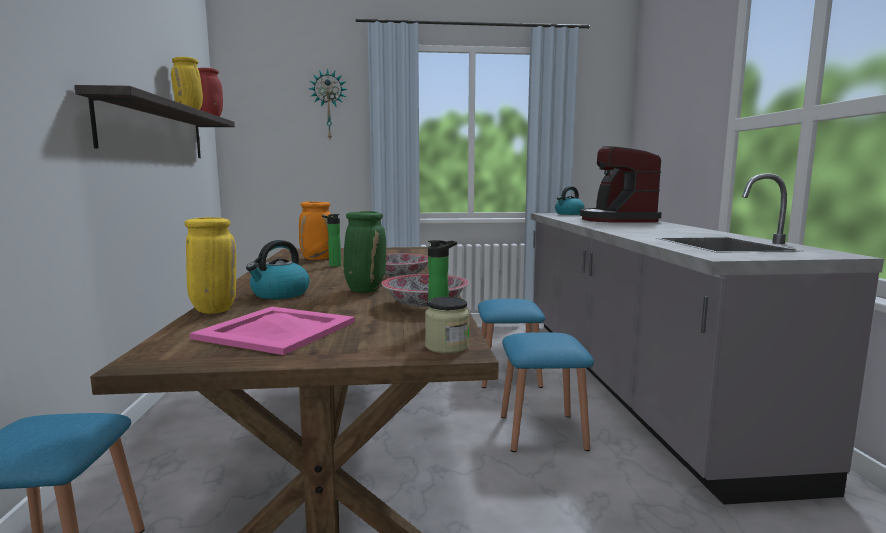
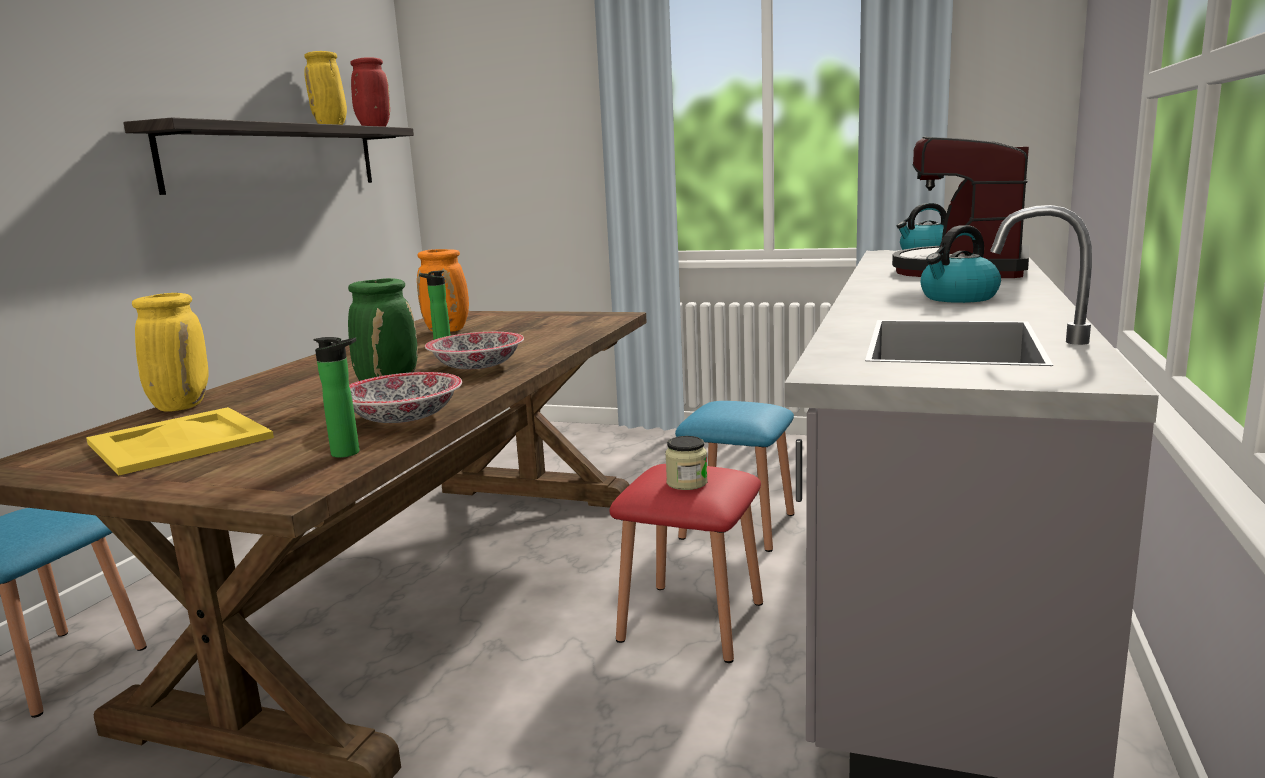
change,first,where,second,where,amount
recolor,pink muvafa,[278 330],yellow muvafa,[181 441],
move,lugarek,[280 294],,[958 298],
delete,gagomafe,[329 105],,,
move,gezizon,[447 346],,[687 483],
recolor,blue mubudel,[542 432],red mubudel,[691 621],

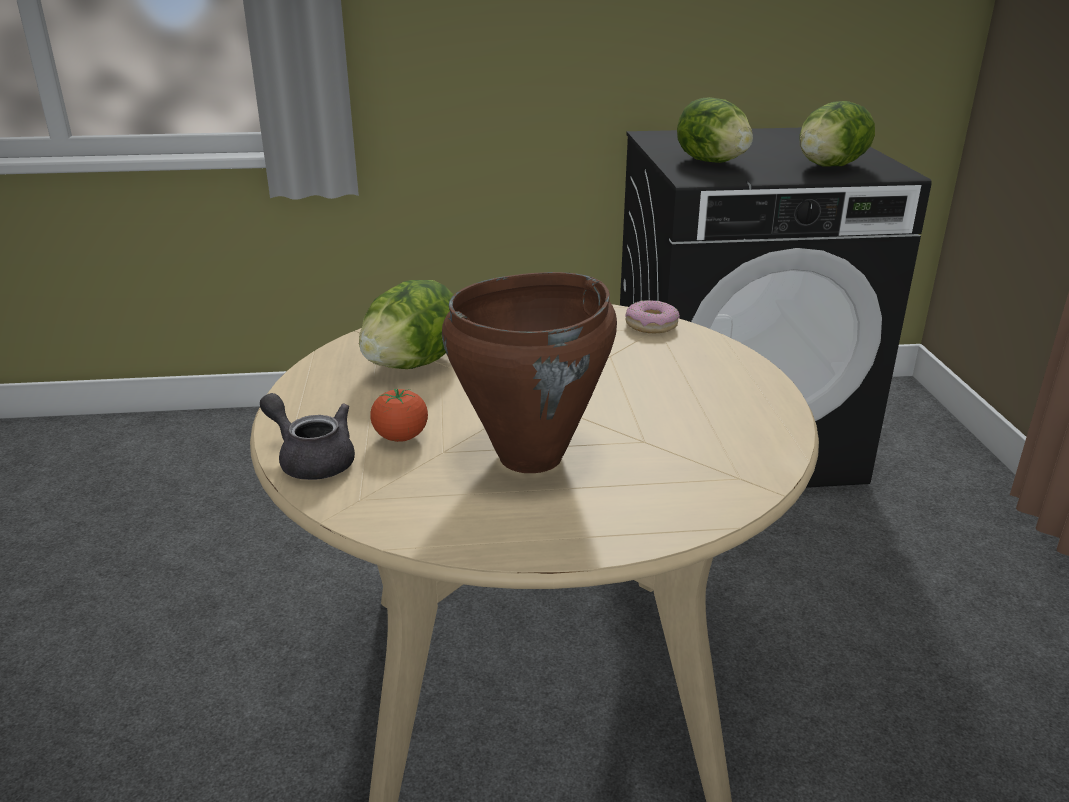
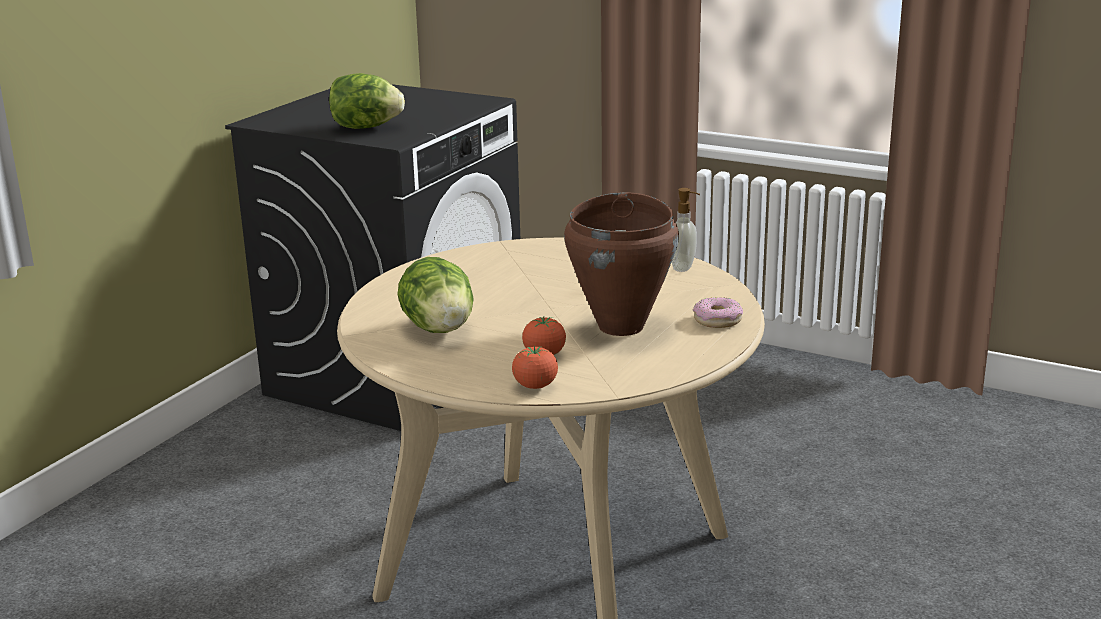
change,first,where,second,where,amount
replace,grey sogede,[312 459],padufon,[535 386],
move,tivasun,[651 325],,[717 320],
delete,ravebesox,[830 166],,,
insert,,,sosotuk,[684 267],

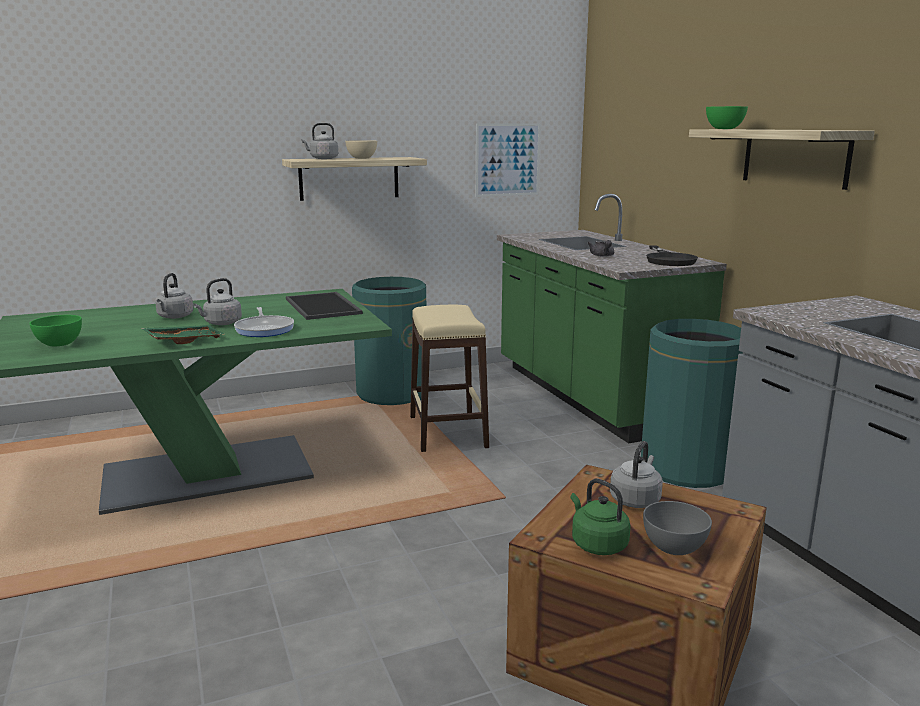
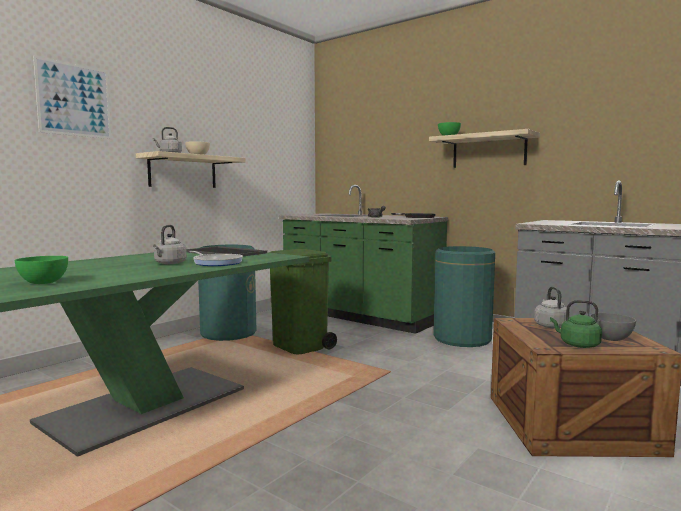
change,first,where,second,where,amount
delete,green muvafa,[184 341],,,
delete,grey lugarek,[174 317],,,
replace,beige mubudel,[448 432],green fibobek,[300 346],
move,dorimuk,[507 160],,[74 100],

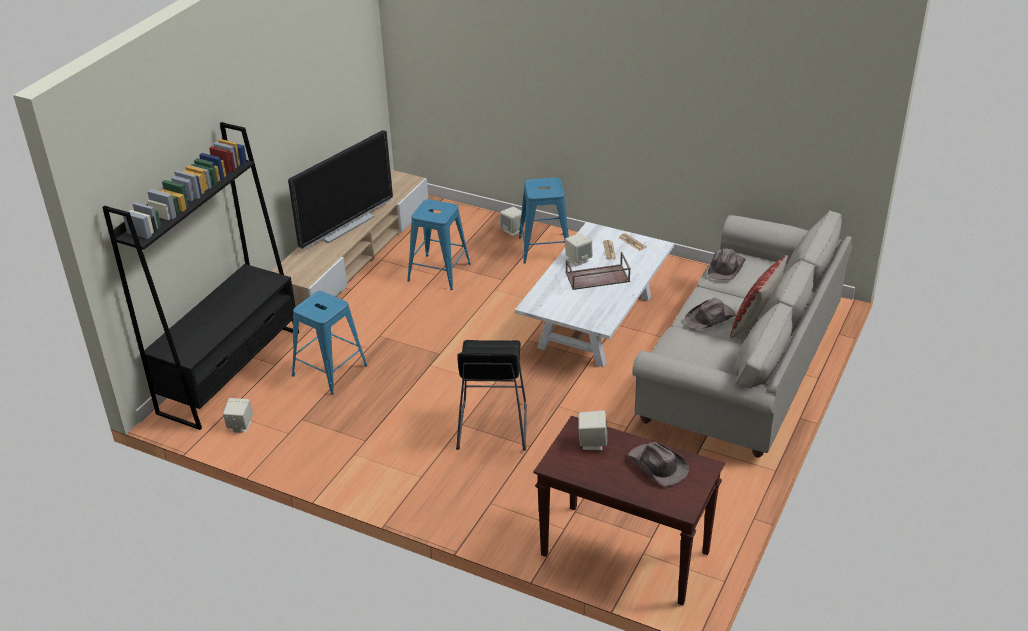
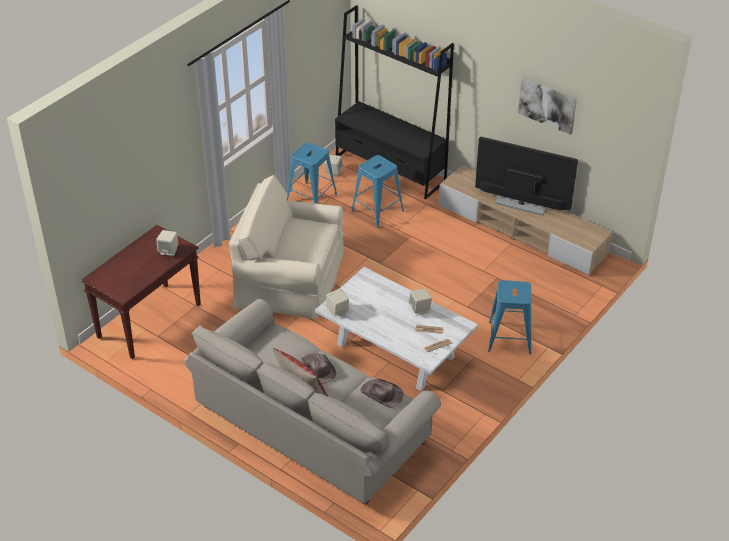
change,first,where,second,where,amount
rotate,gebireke,[345 226],,[521 204],150 degrees clockwise
move,blue mubudel,[438 272],,[311 198],
replace,black mubudel,[492 428],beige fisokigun,[290 279],
move,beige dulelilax,[512 230],,[337 311],
delete,brown muvafa,[597 278],,,
delete,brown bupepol,[658 466],,,
insert,,,dorimuk,[547 105],

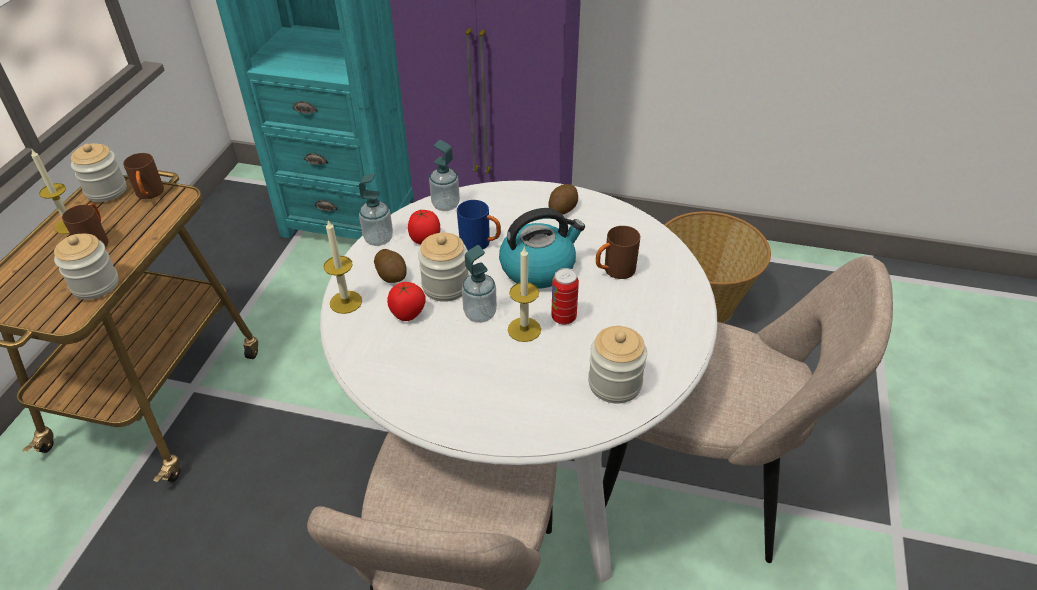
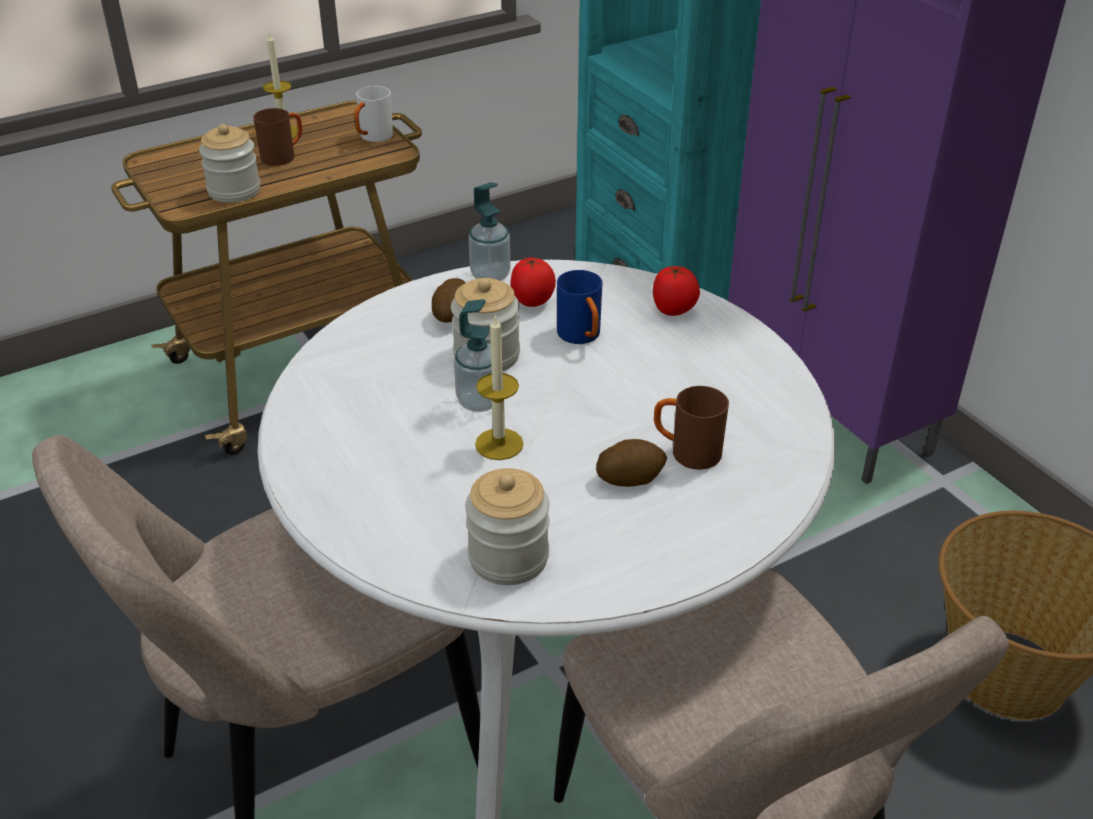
change,first,where,second,where,amount
delete,gezizon,[106 191],,,
recolor,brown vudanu,[150 195],white vudanu,[373 138],
delete,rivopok,[346 302],,,
move,padufon,[408 314],,[674 310],
delete,sosotuk,[446 205],,,
delete,lugarek,[538 267],,,
move,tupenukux,[562 208],,[630 478],
delete,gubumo,[563 317],,,

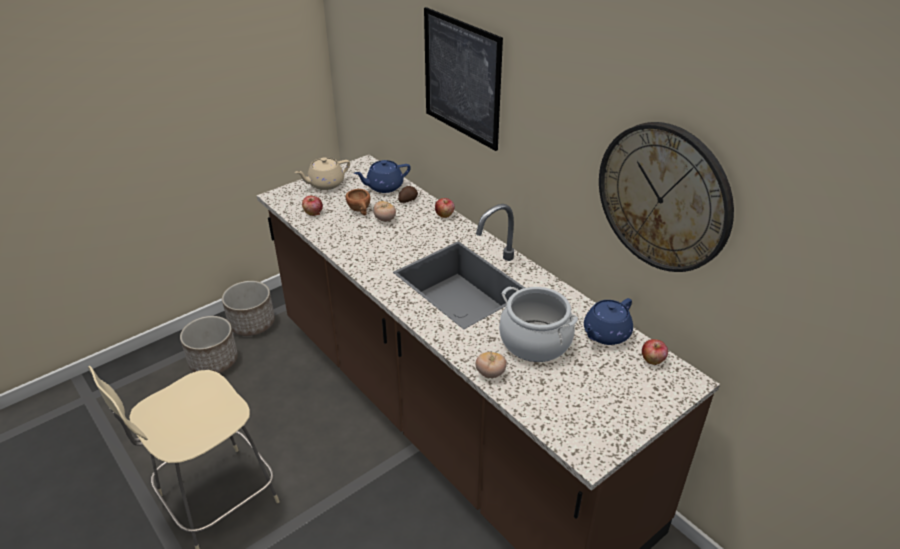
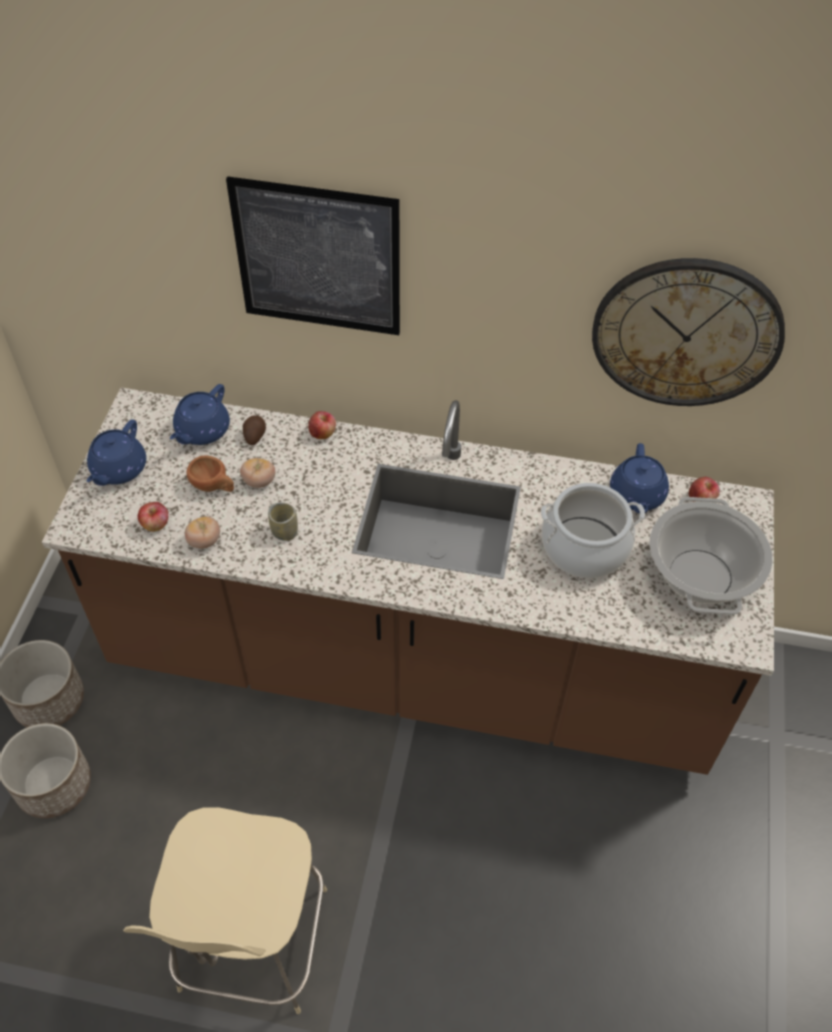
change,first,where,second,where,amount
recolor,beige sogede,[325 184],blue sogede,[118 470],
move,padufon,[490 373],,[204 541],
insert,,,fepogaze,[284 532],
insert,,,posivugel,[700 576],

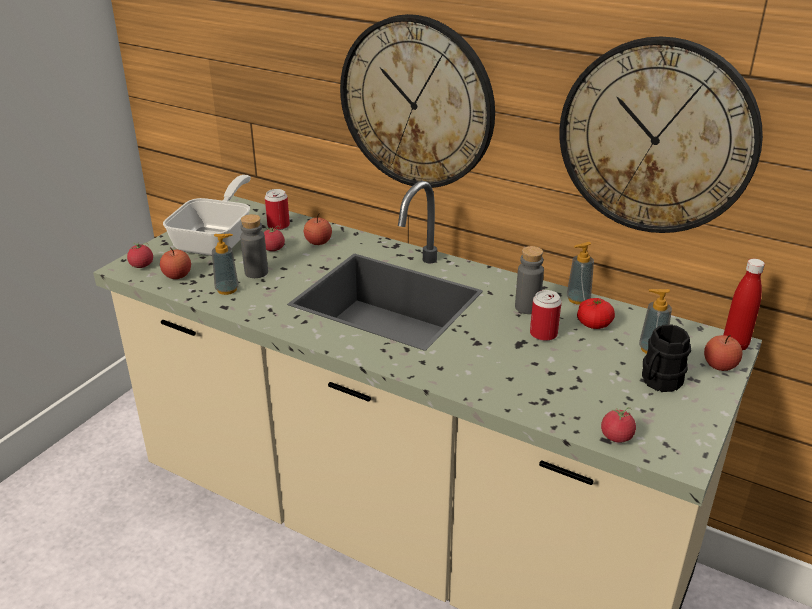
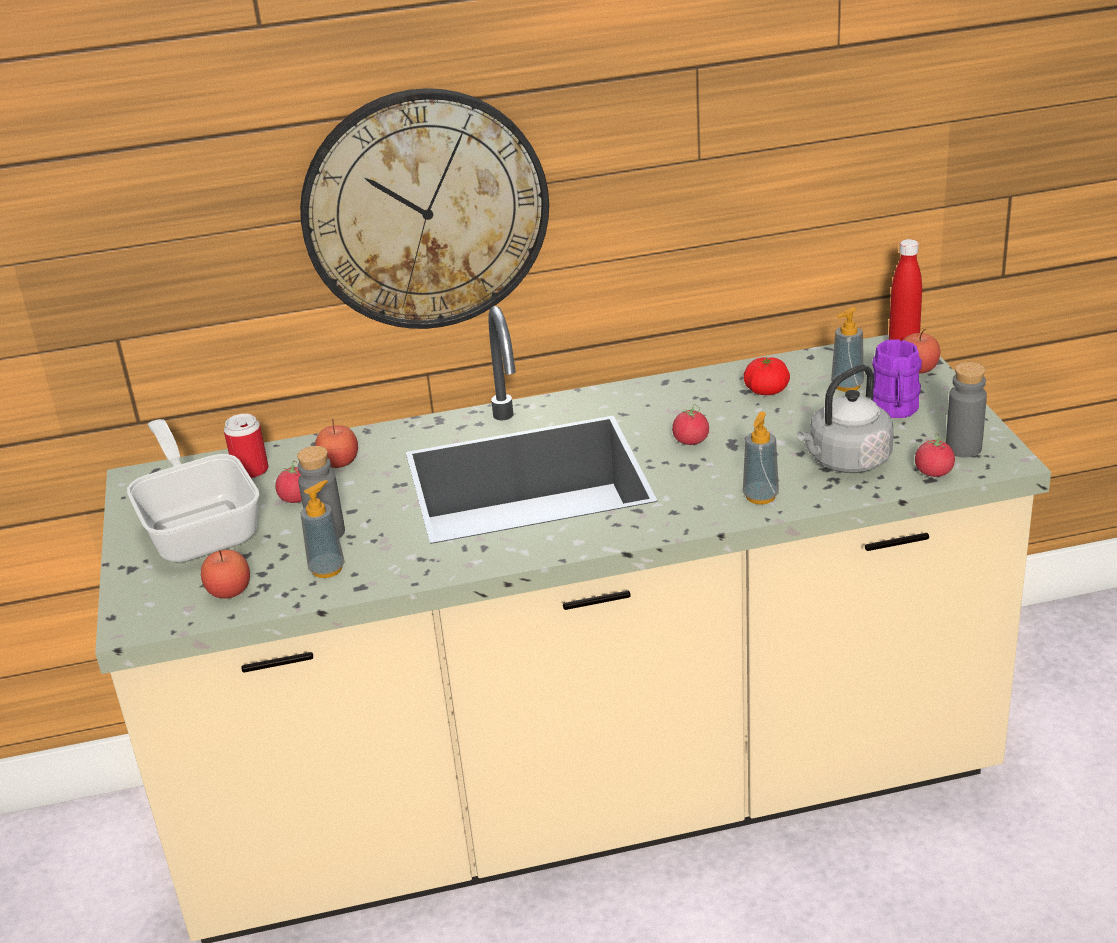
change,first,where,second,where,amount
move,padufon,[142 265],,[691 441],
move,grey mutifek,[527 307],,[963 448],
delete,gubumo,[543 334],,,
delete,gagomafe,[656 137],,,
move,sosotuk,[578 299],,[760 496],
recolor,black vudanu,[658 382],purple vudanu,[895 410],
insert,,,grey lugarek,[846 462],

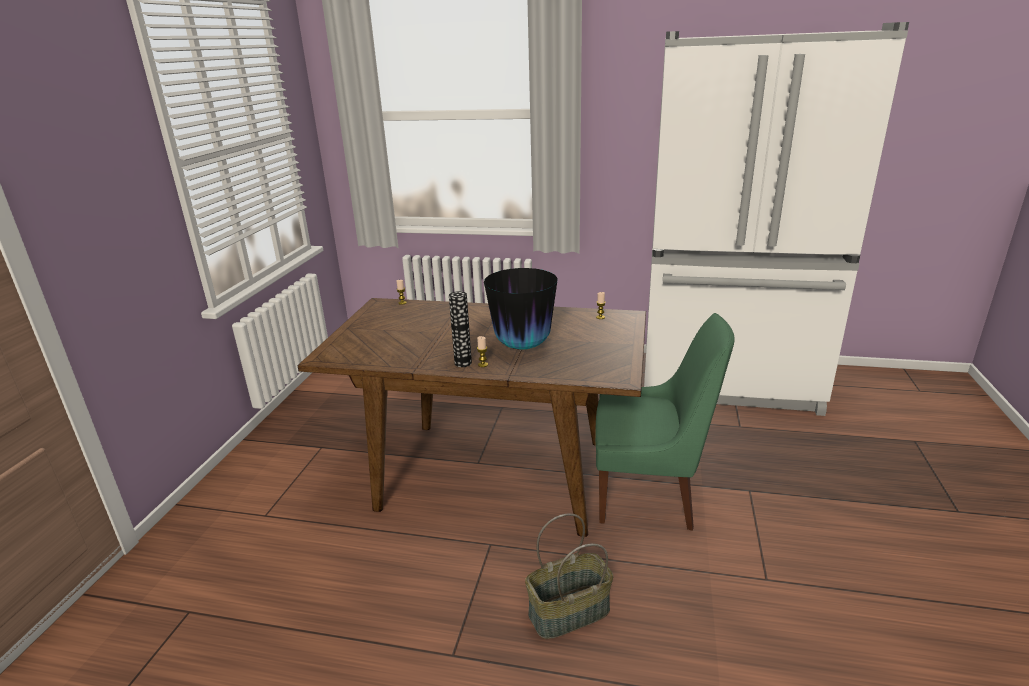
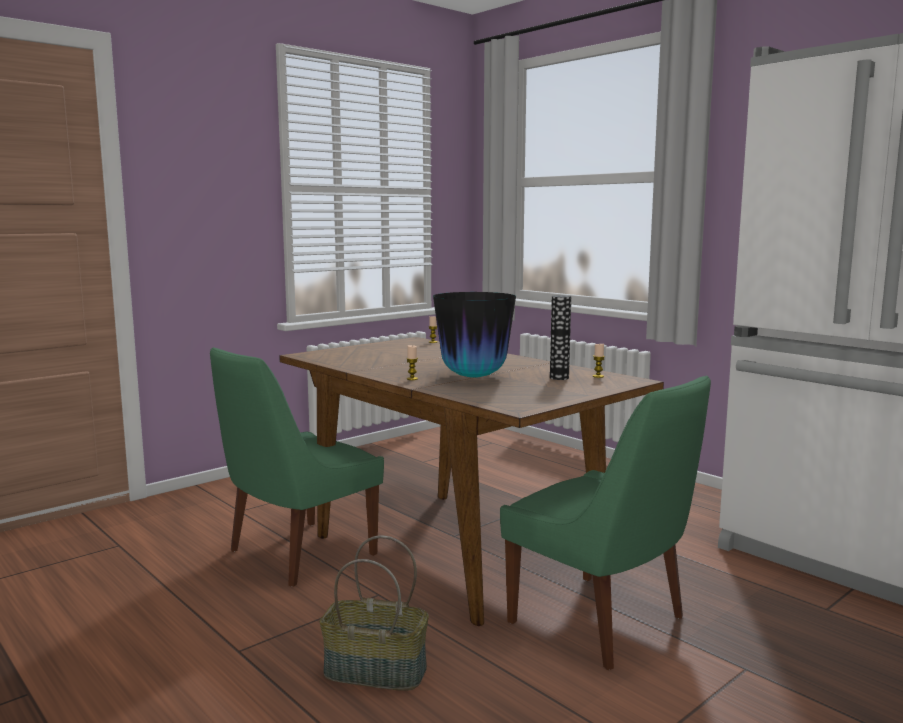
change,first,where,second,where,amount
move,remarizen,[463 363],,[559 378],
insert,,,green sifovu,[297 554],

